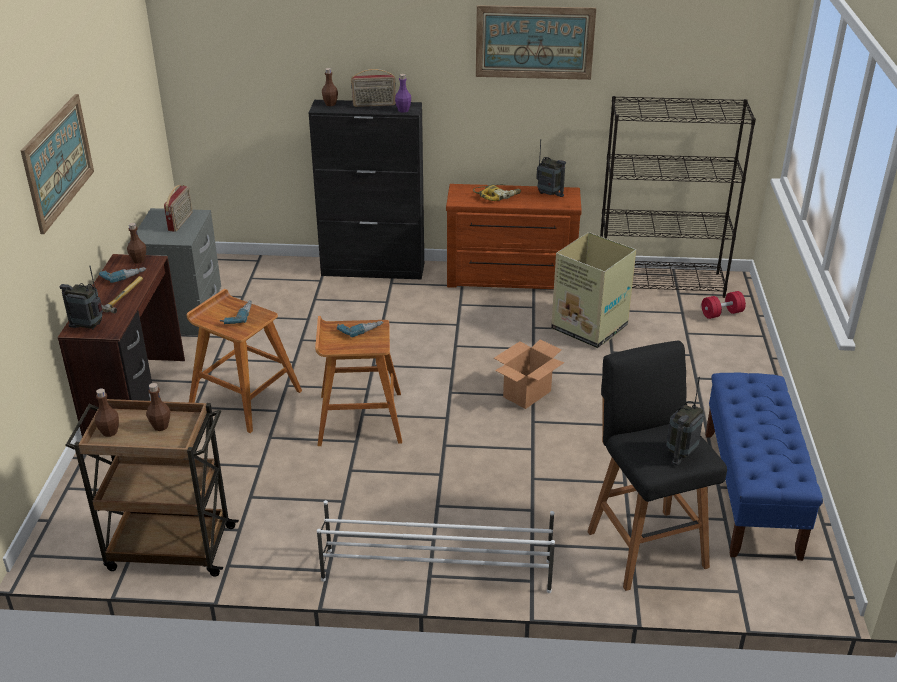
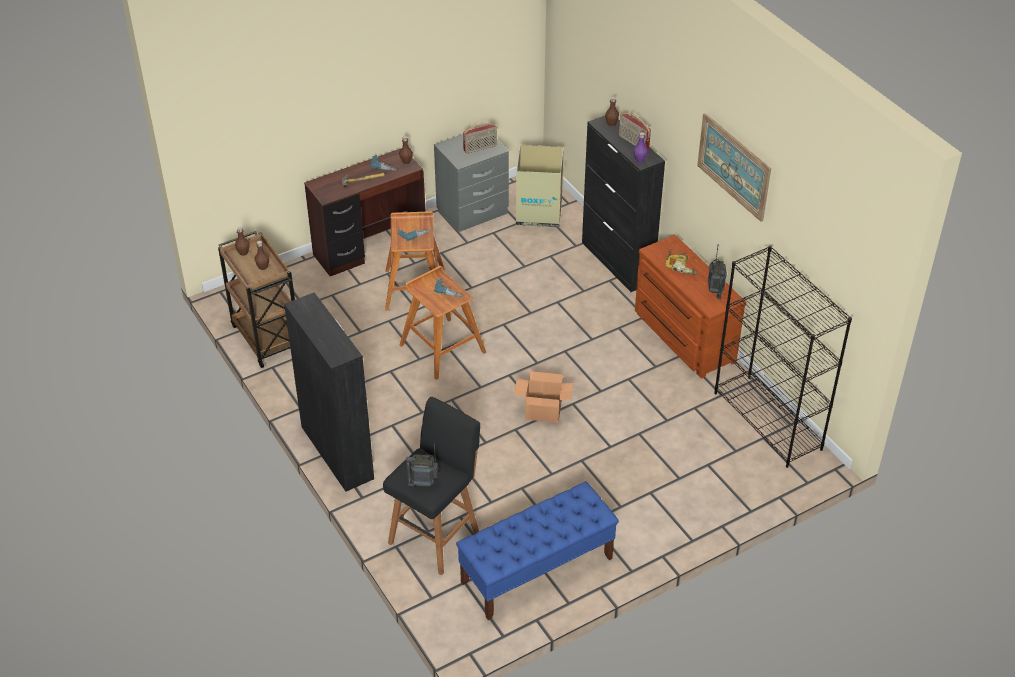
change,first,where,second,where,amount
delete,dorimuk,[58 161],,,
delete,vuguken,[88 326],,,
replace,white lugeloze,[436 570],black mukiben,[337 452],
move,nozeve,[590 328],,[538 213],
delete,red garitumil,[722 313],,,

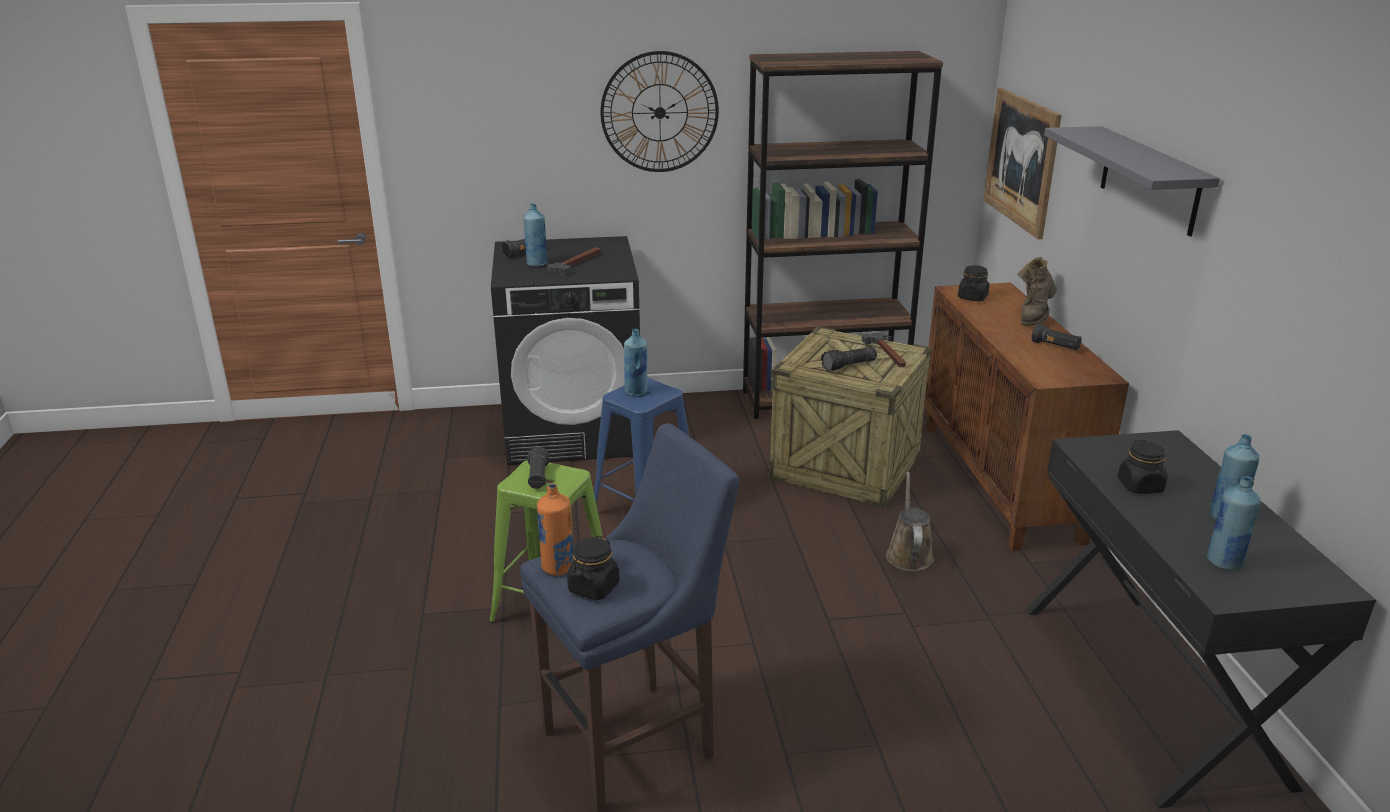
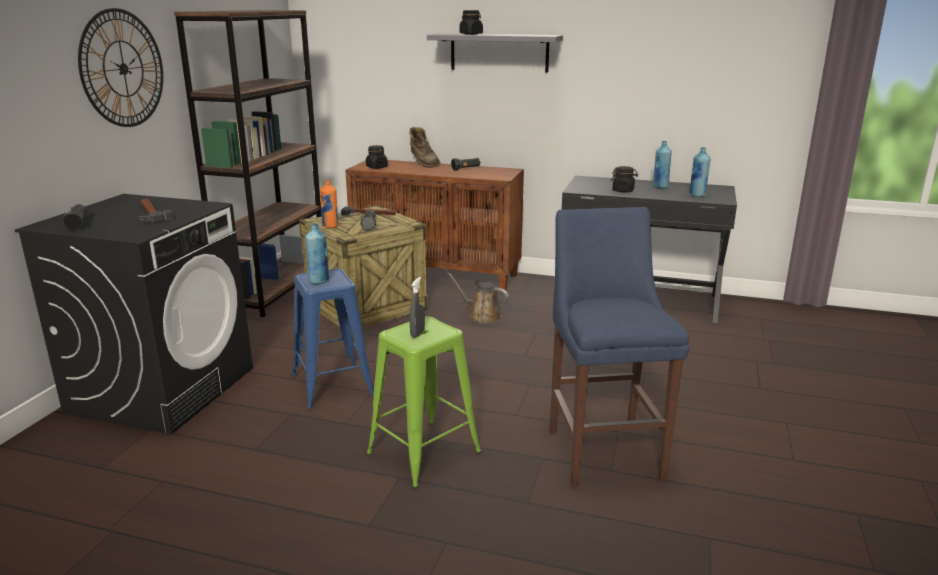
change,first,where,second,where,amount
delete,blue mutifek,[537 264],,,
replace,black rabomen,[538 478],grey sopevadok,[417 334],
move,orange mutifek,[558 567],,[330 226],
move,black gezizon,[593 588],,[471 34],
delete,dorimuk,[1021 161],,,

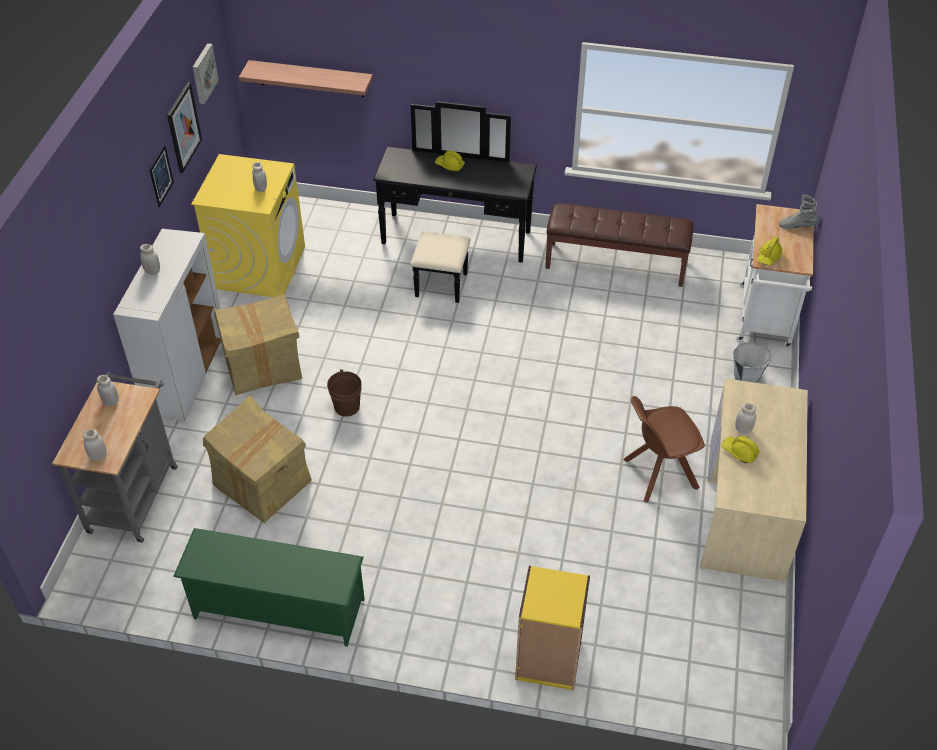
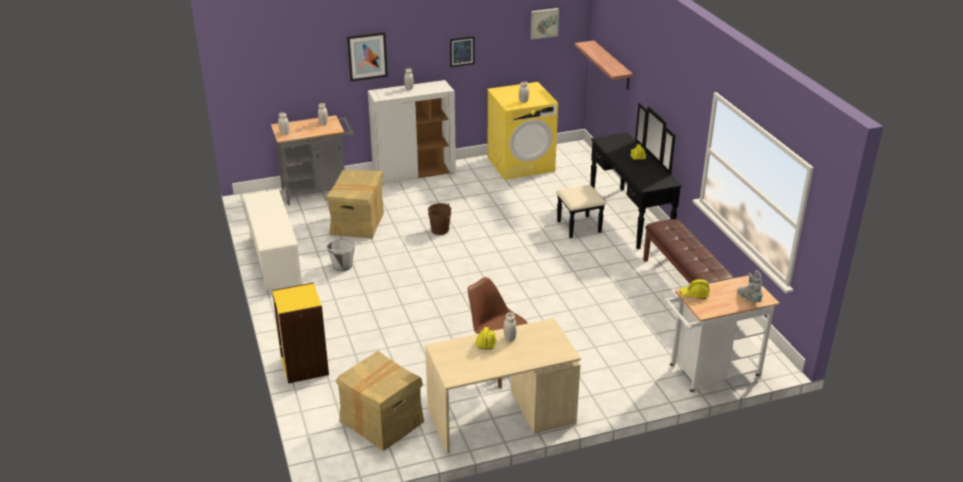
change,first,where,second,where,amount
move,dorimuk,[183 127],,[367 56],
recolor,green lugeloze,[278 609],white lugeloze,[274 260],
move,nozeve,[263 366],,[382 423],
move,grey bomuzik,[747 376],,[342 266],

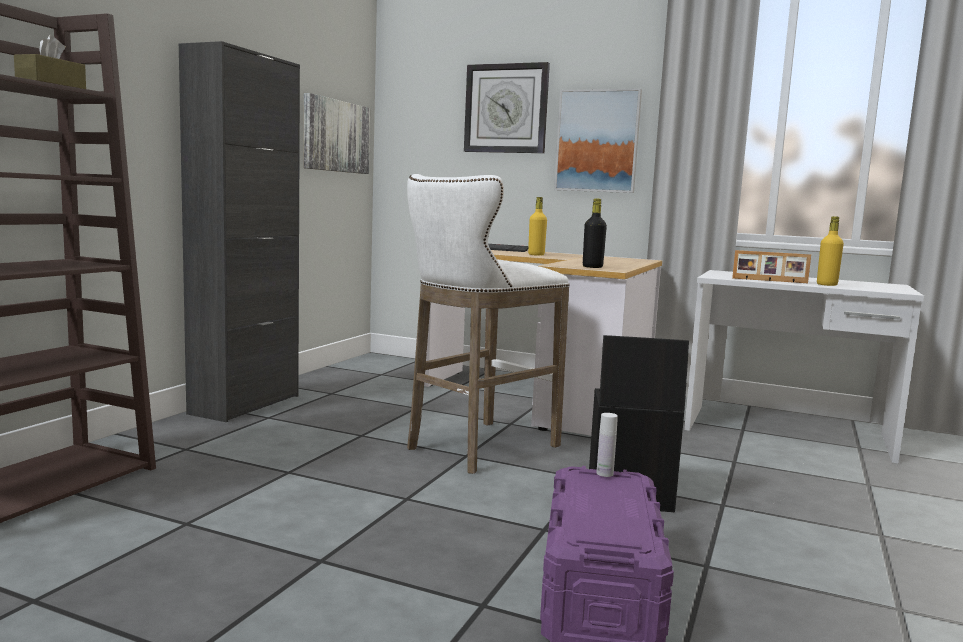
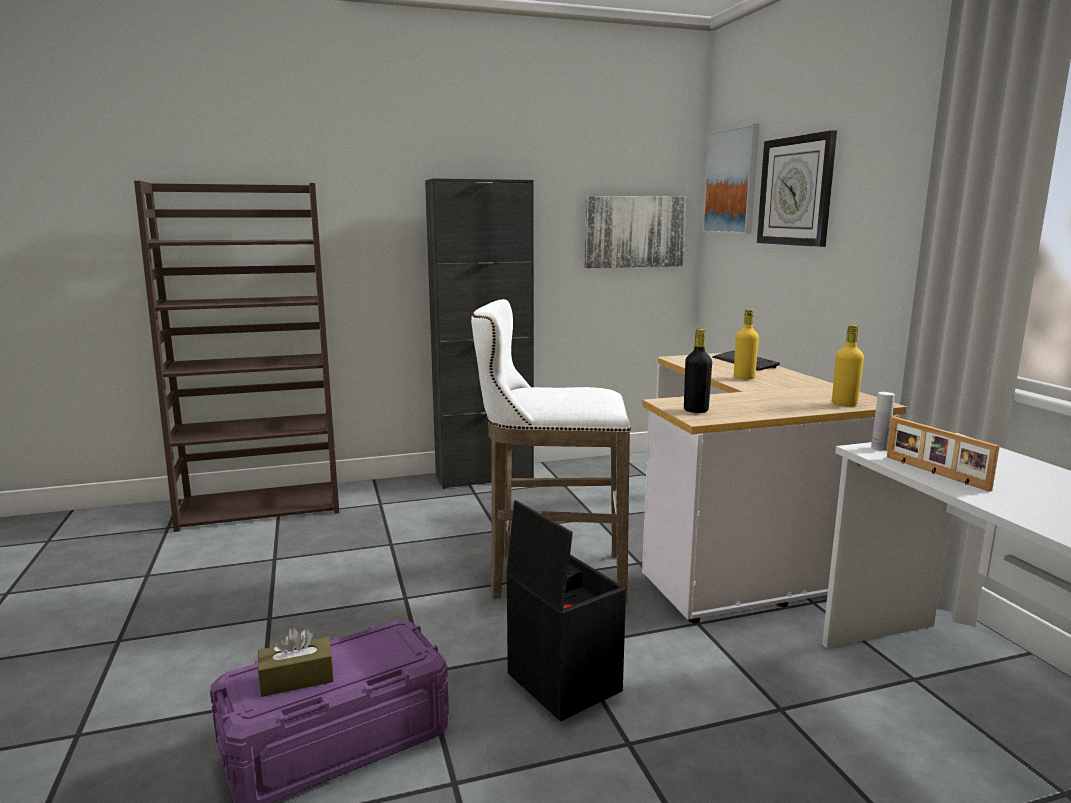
change,first,where,second,where,amount
move,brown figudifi,[51 85],,[297 679],
move,dorimuk,[597 141],,[732 181],
move,white mutifek,[604 473],,[879 448],
move,yellow mutifek,[827 285],,[844 404],

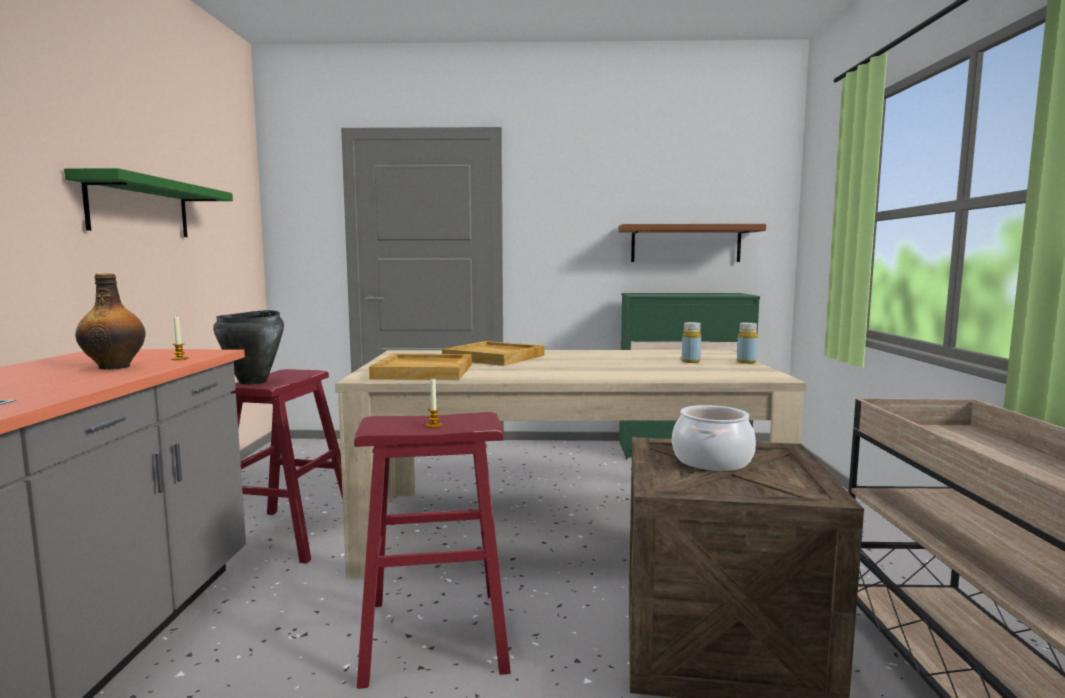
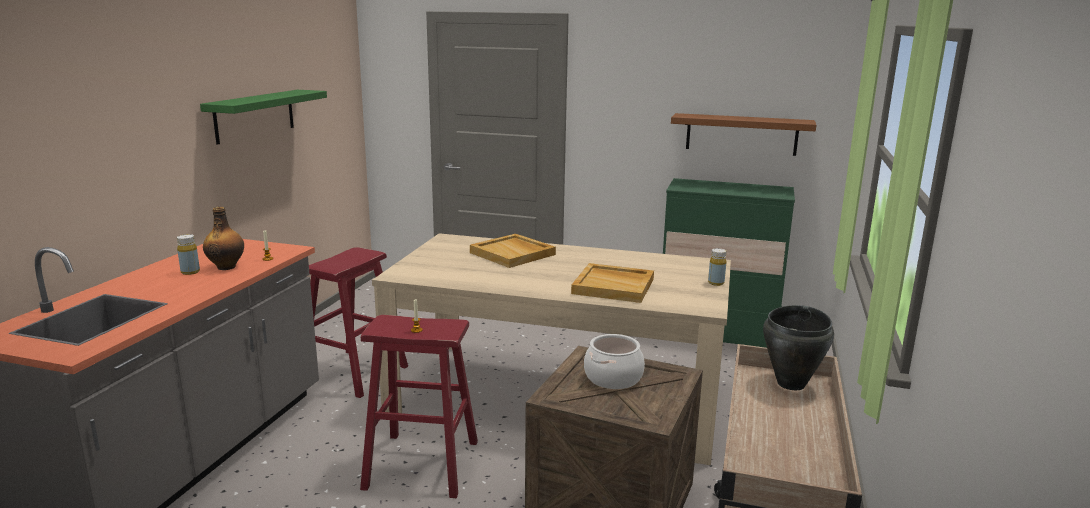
change,first,where,second,where,amount
move,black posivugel,[253 382],,[791 384],
move,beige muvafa,[424 371],,[614 286],
move,yellow mutifek,[690 361],,[190 272],

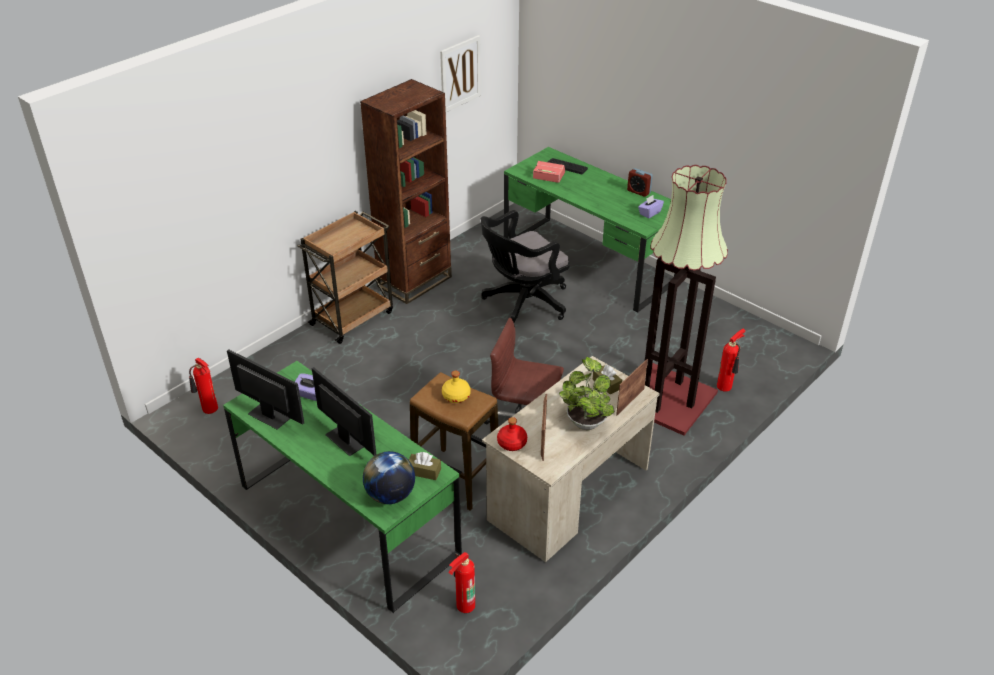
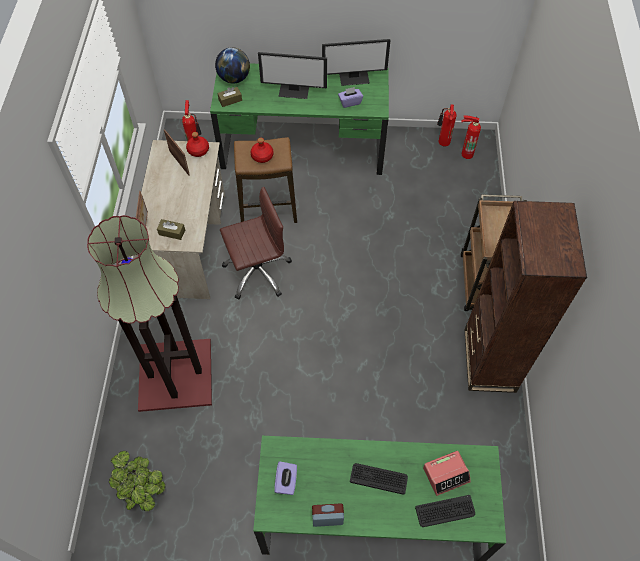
change,first,where,second,where,amount
delete,dorimuk,[460 73],,,
recolor,yellow mutifek,[456 396],red mutifek,[262 156],
delete,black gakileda,[522 303],,,
move,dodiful,[586 420],,[143 491],
move,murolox,[726 386],,[443 142],
insert,,,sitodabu,[378 478],

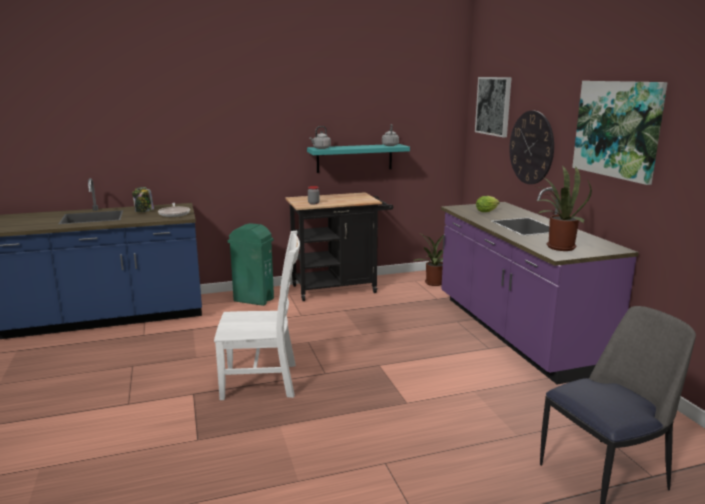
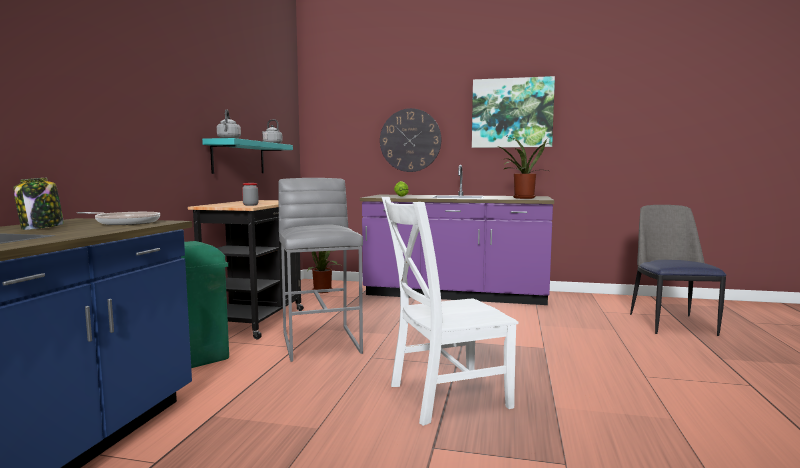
change,first,where,second,where,amount
rotate,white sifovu,[263 381],,[444 396],135 degrees counterclockwise
delete,dorimuk,[493 106],,,
insert,,,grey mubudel,[321 342],

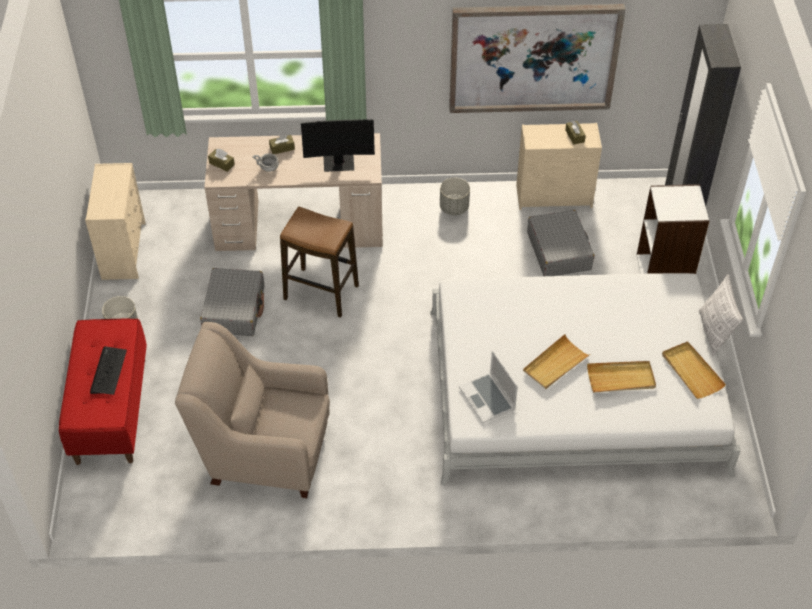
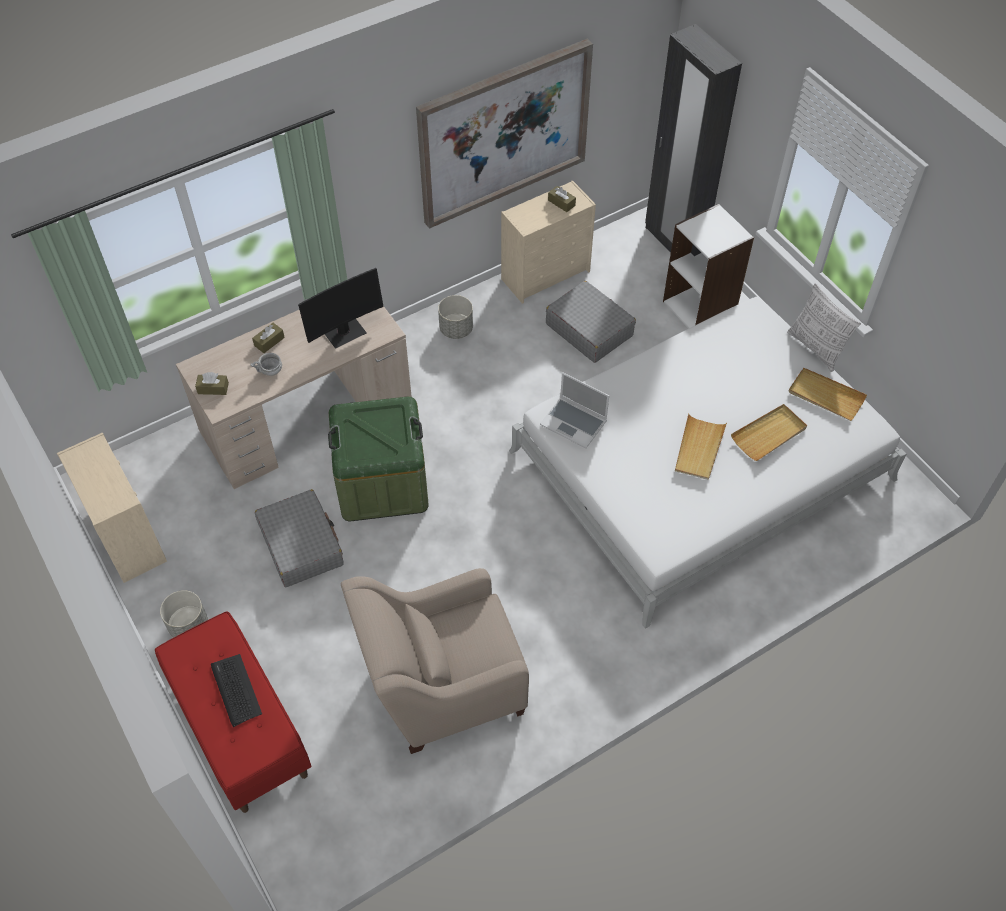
change,first,where,second,where,amount
replace,mubudel,[321 293],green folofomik,[382 482],
move,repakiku,[488 399],,[574 423],

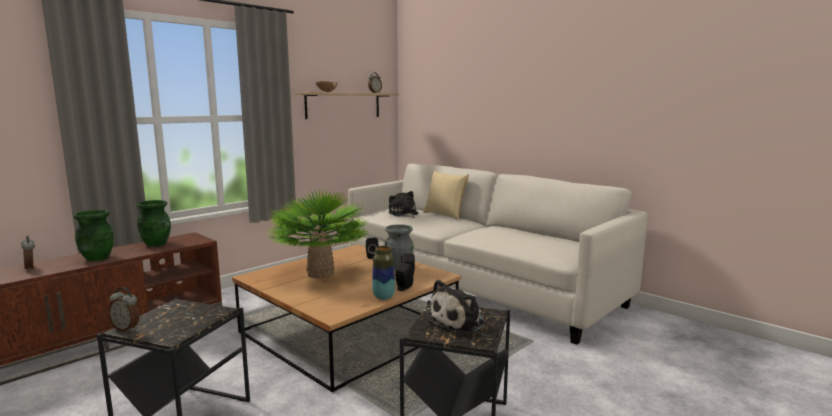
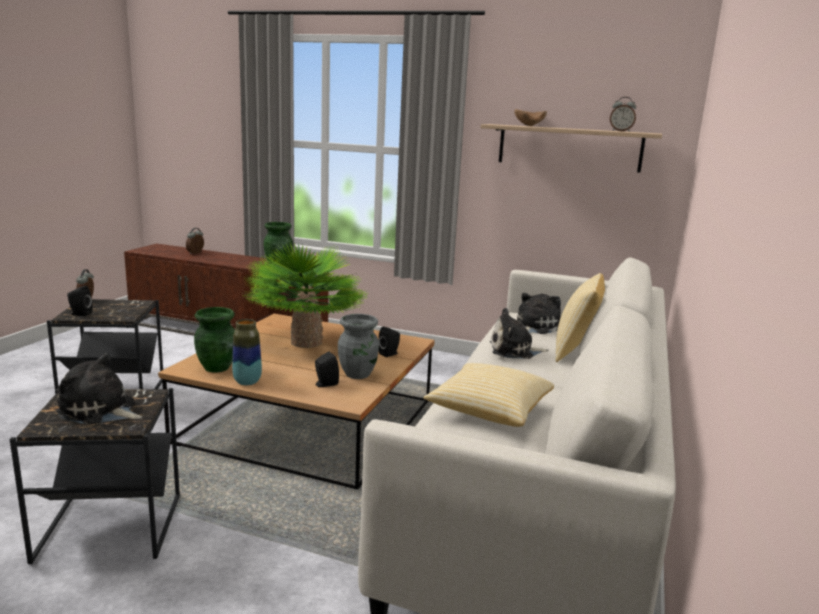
change,first,where,second,where,amount
move,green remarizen,[97 258],,[217 367],
move,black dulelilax,[403 288],,[79 314],
insert,,,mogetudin,[489 410],
insert,,,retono,[514 351],

